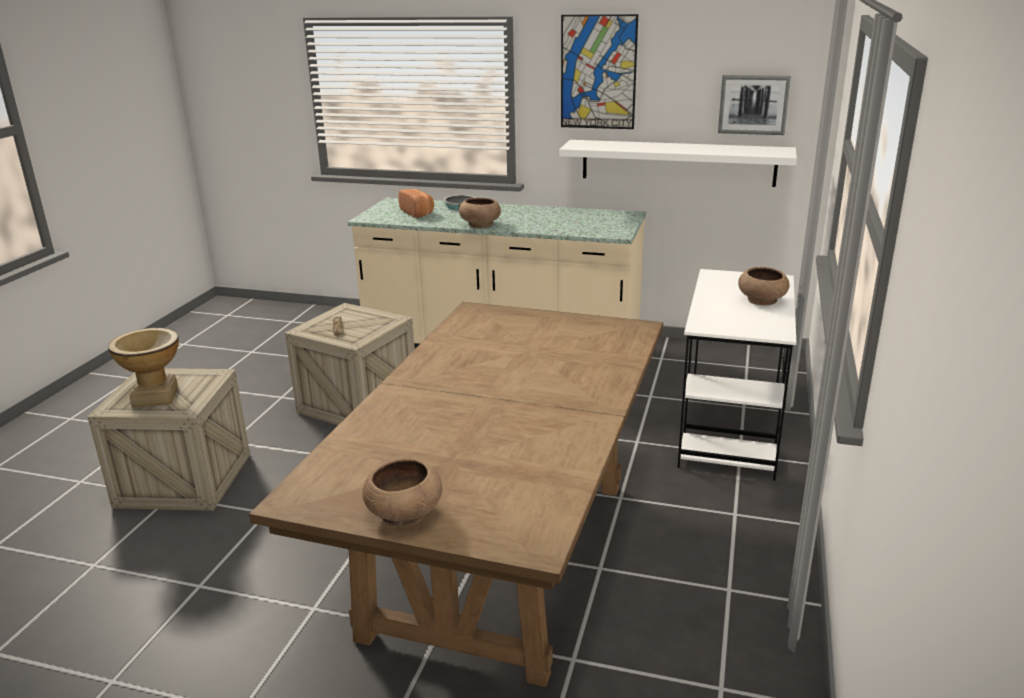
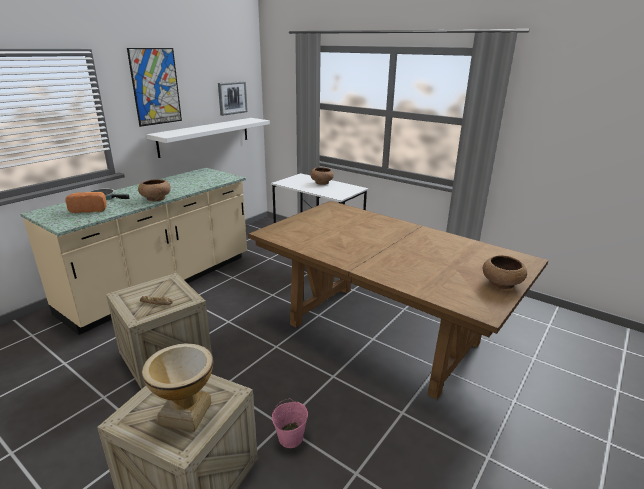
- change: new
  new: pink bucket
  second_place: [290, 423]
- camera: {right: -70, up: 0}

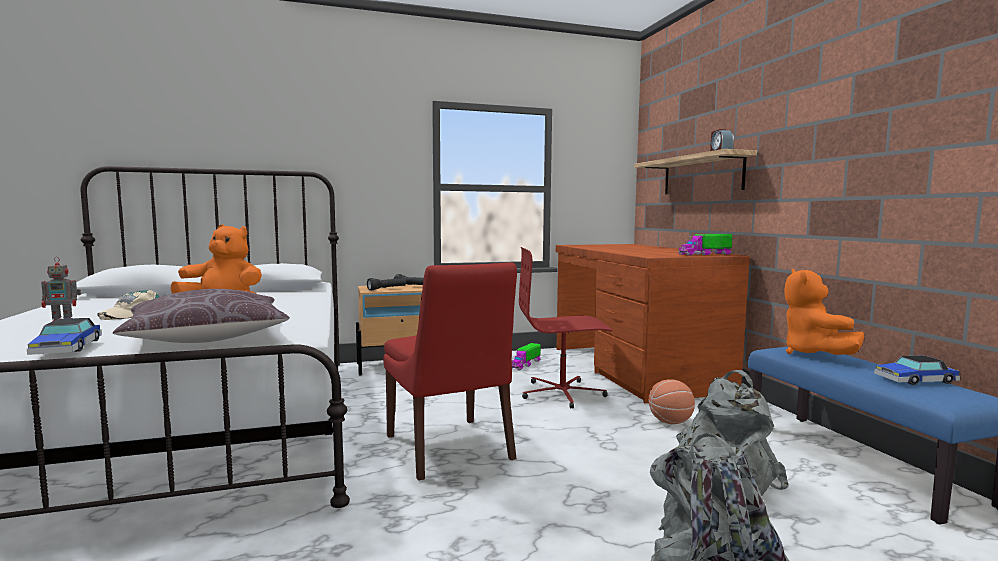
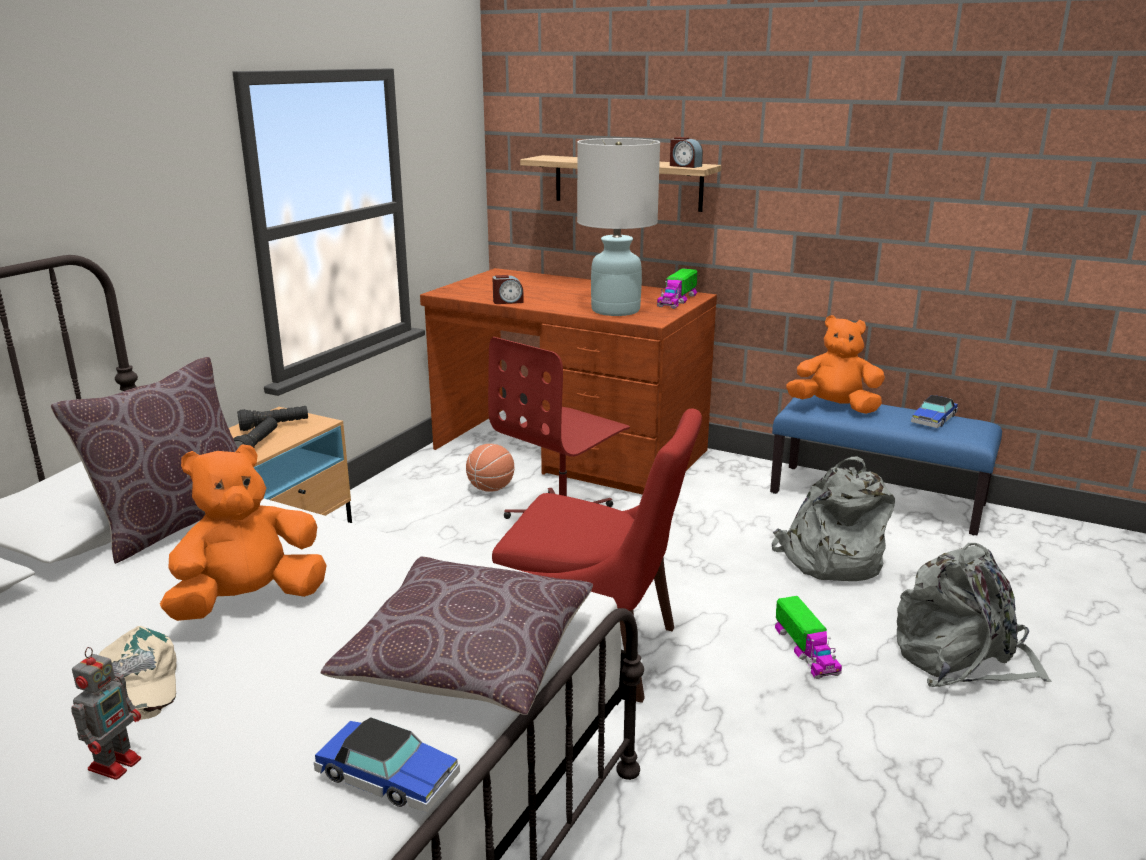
- change: shifted
  old: toy truck
  first_place: [526, 357]
  second_place: [808, 637]
- change: shifted
  old: basketball
  first_place: [672, 401]
  second_place: [490, 468]
- change: rotated
  old: orange plush toy
  first_place: [824, 312]
  second_place: [835, 364]
  degrees: 150
- change: new
  new: brown pillow
  second_place: [144, 460]
- change: new
  new: alarm clock
  second_place: [508, 289]
- change: new
  new: white table lamp
  second_place: [618, 227]
- camera: {right: -45, up: 15}

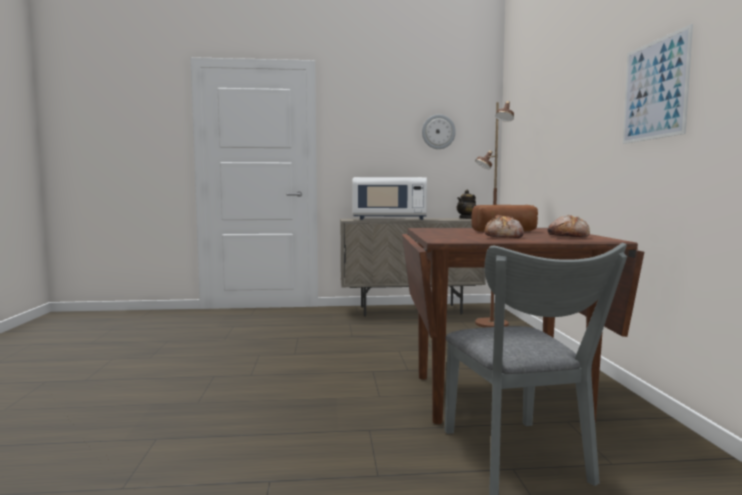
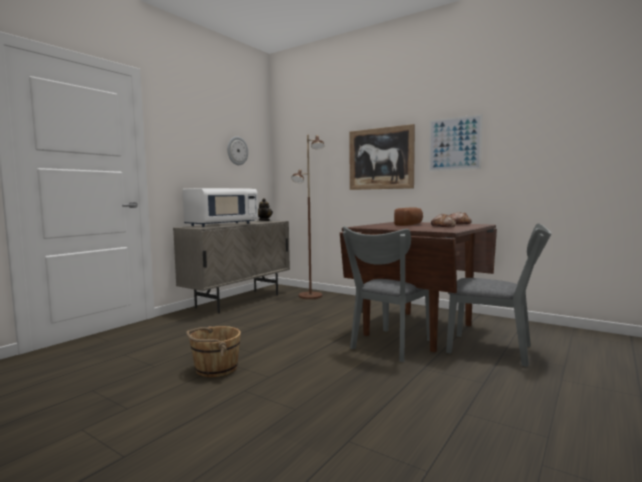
- change: new
  new: brown bucket
  second_place: [213, 351]
- change: new
  new: grey chair
  second_place: [386, 294]
- change: new
  new: picture
  second_place: [382, 157]
- camera: {right: -50, up: 0}

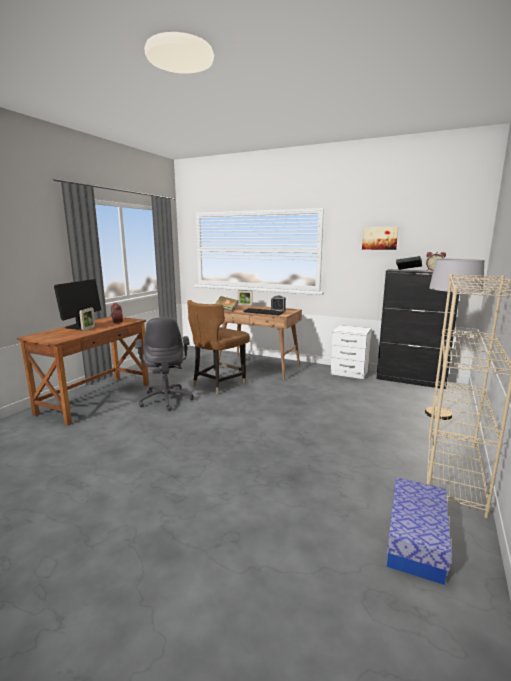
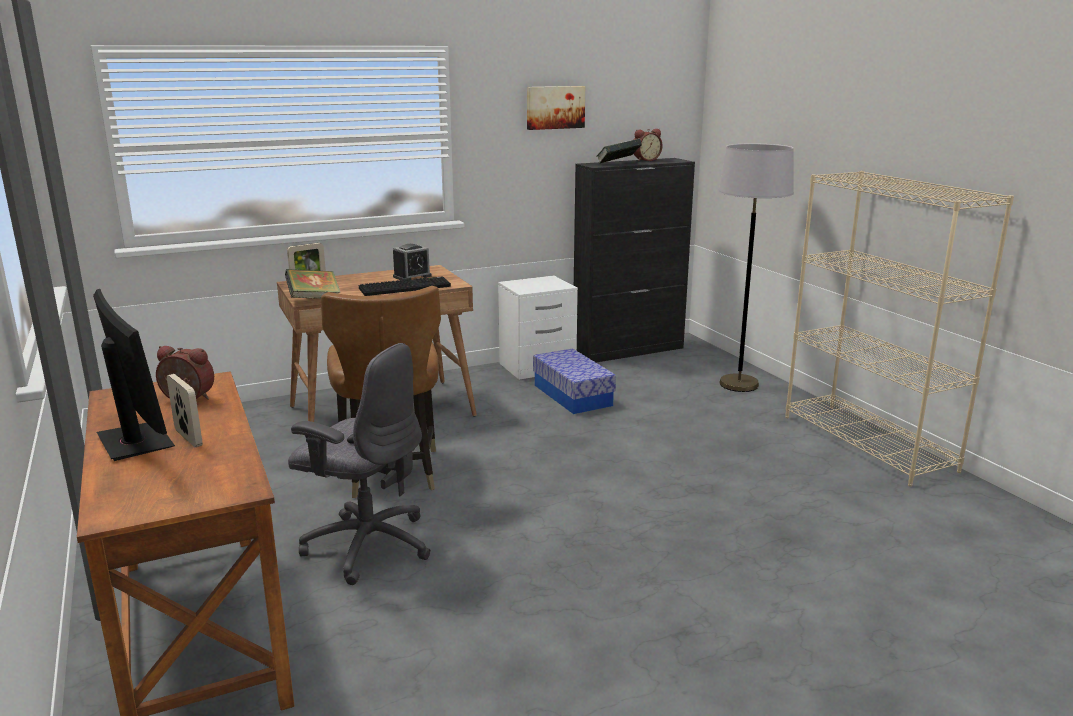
- change: shifted
  old: storage box
  first_place: [419, 531]
  second_place: [574, 381]
- camera: {right: -50, up: 5}

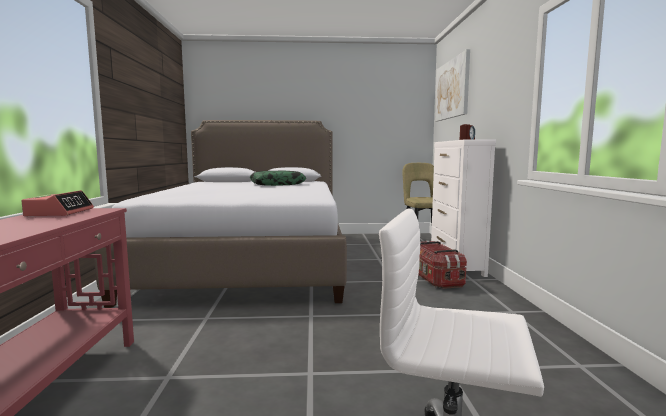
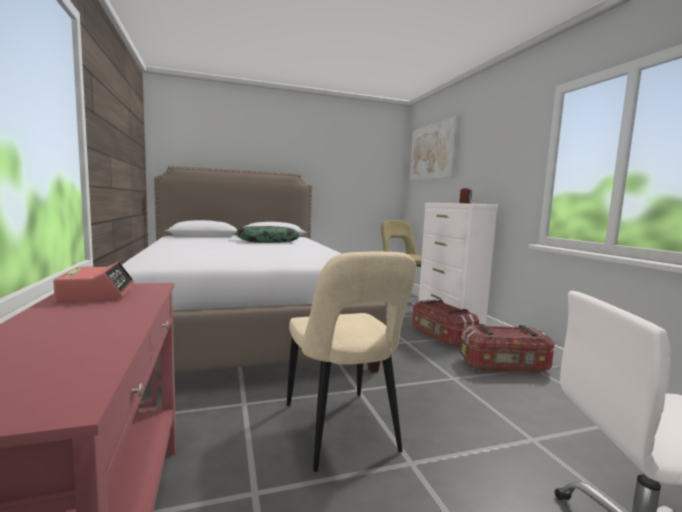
- change: new
  new: beige chair
  second_place: [352, 362]
- change: new
  new: storage box
  second_place: [507, 348]
- camera: {right: -15, up: 0}

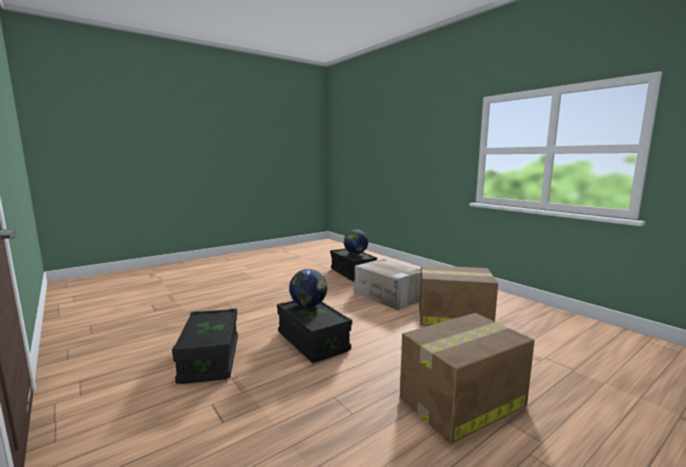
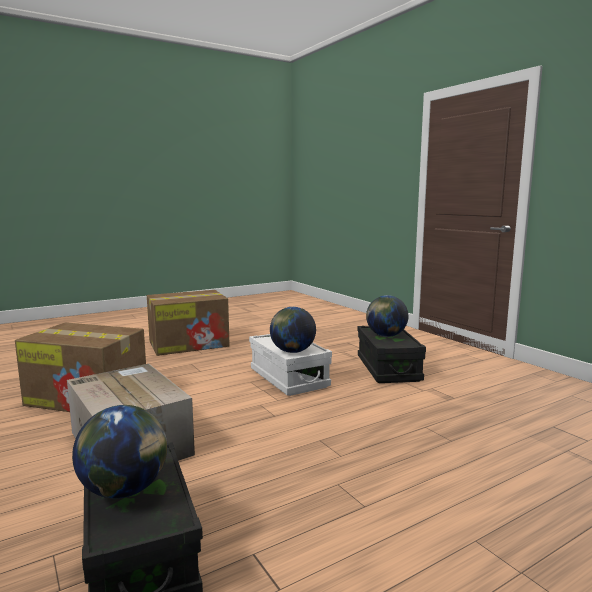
- change: repainted
  old: black storage box
  new: white storage box
  first_place: [314, 332]
  second_place: [290, 365]
- change: new
  new: globe
  second_place: [387, 316]
- camera: {right: -175, up: 0}

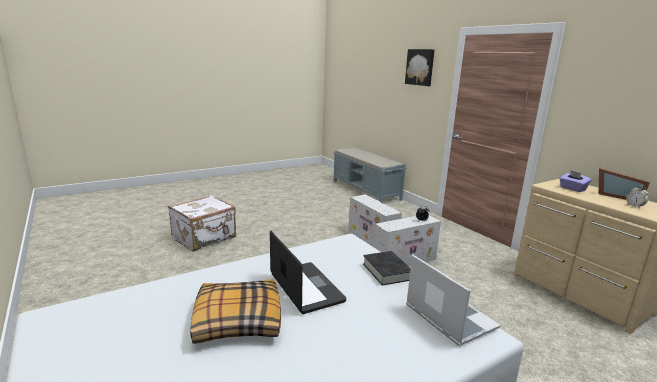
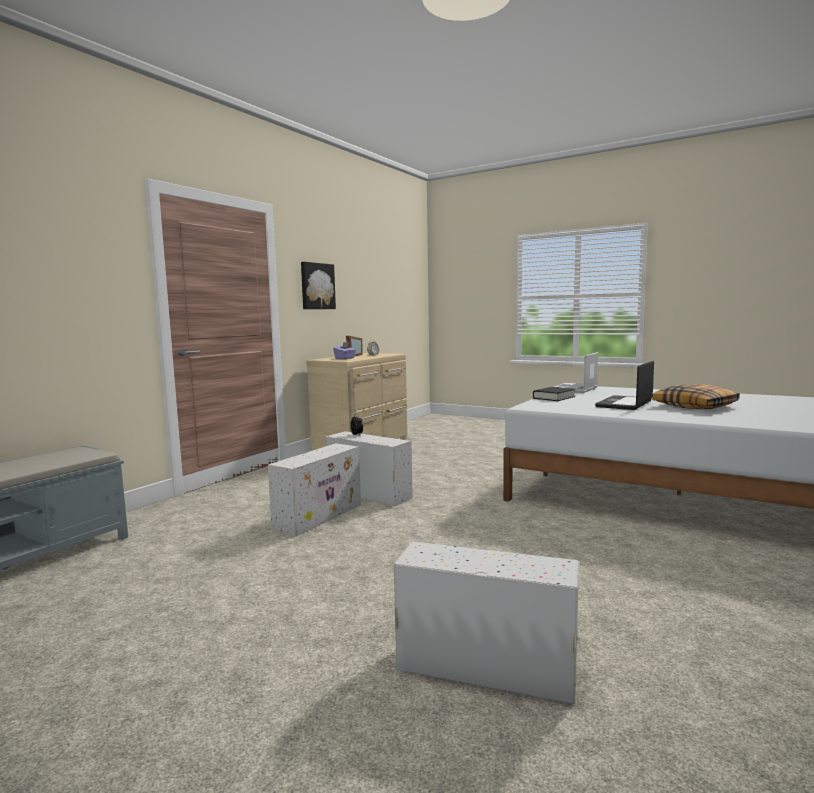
- change: swapped
  old: white suitcase
  new: white storage box
  first_place: [202, 223]
  second_place: [486, 622]
- change: shifted
  old: picture
  first_place: [420, 67]
  second_place: [318, 285]
- camera: {right: -115, up: -10}

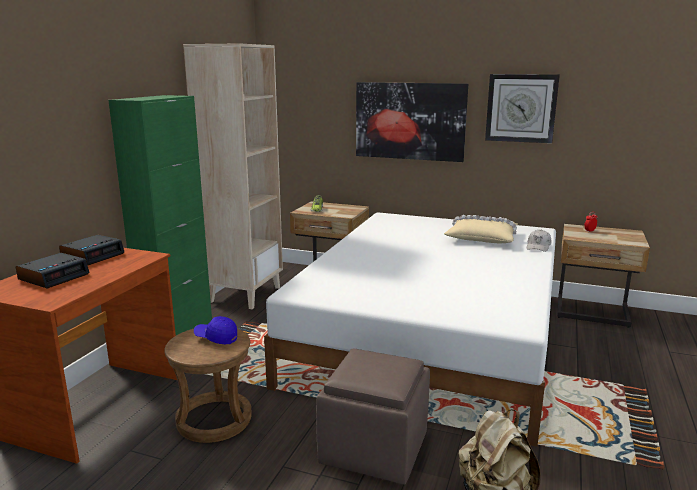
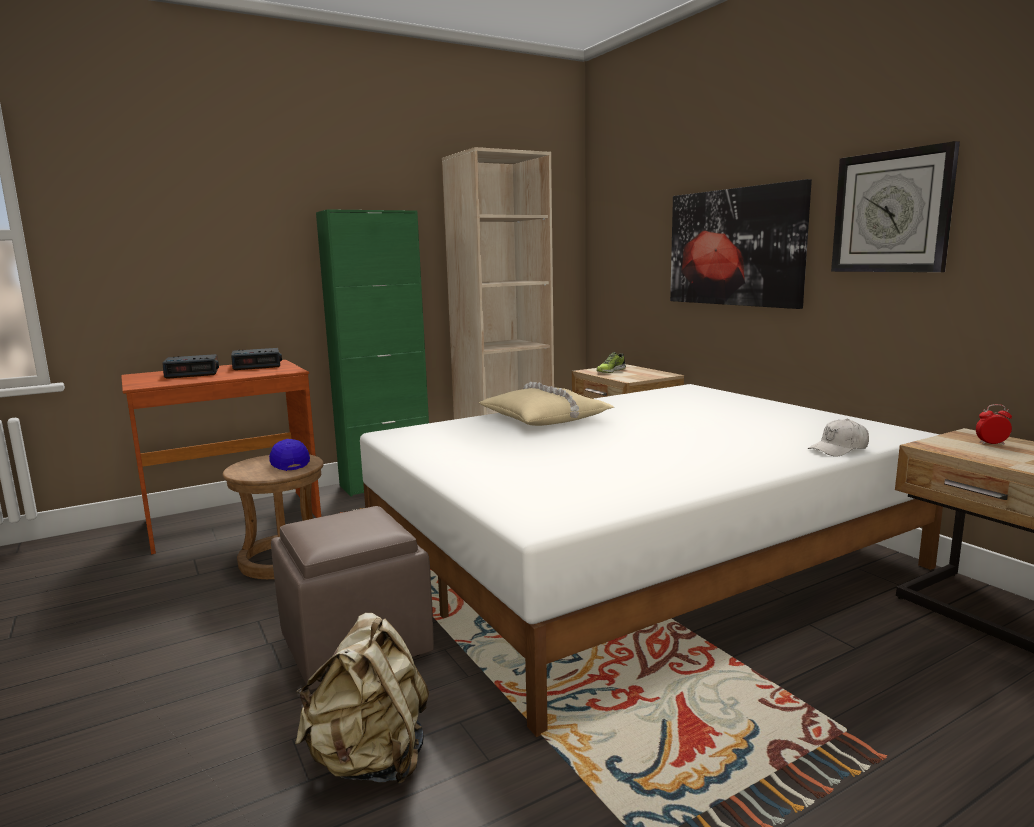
- change: shifted
  old: beige pillow
  first_place: [481, 229]
  second_place: [547, 404]
- camera: {right: 40, up: -5}

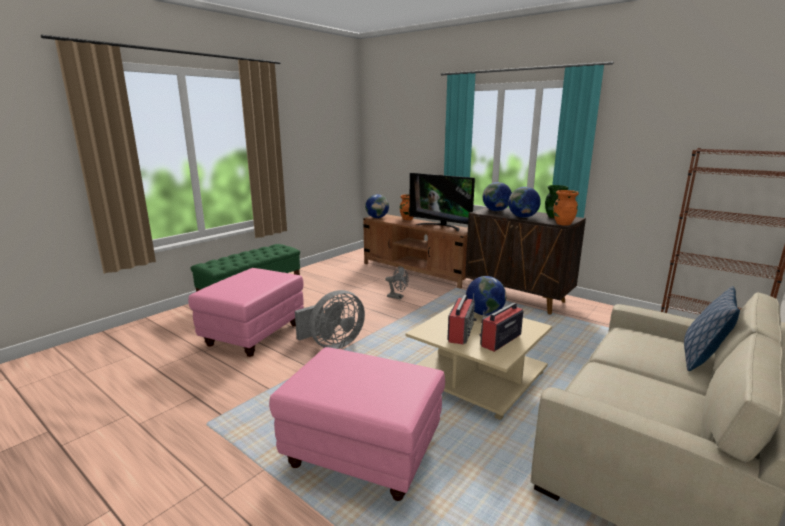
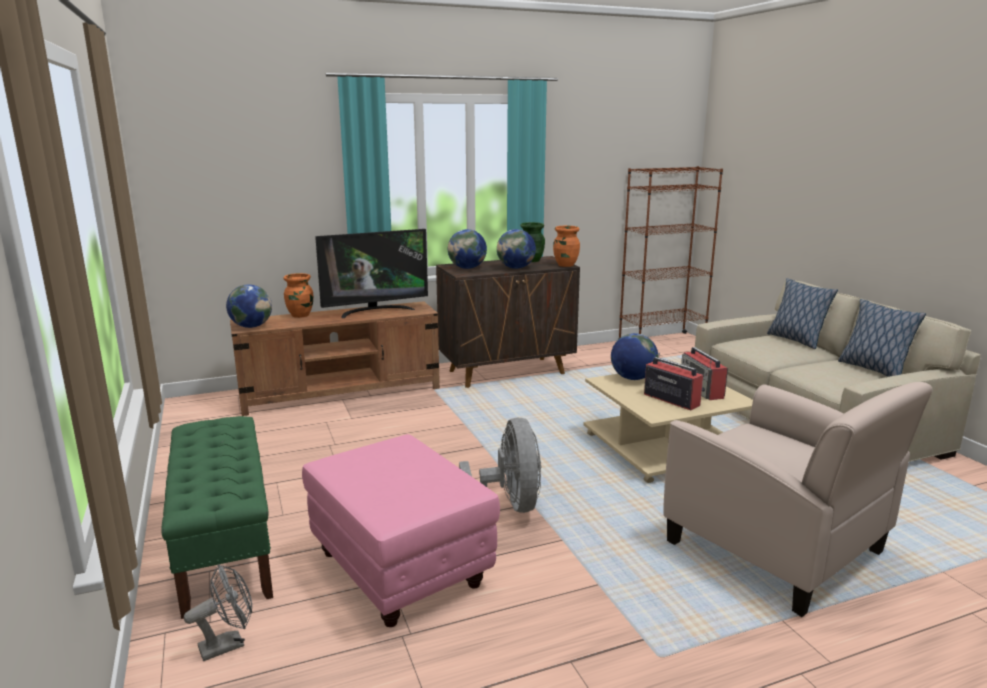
- change: swapped
  old: pink ottoman
  new: beige armchair
  first_place: [357, 424]
  second_place: [798, 499]
- change: shifted
  old: grey fan
  first_place: [397, 282]
  second_place: [218, 612]
- change: new
  new: pillow
  second_place: [882, 338]
- camera: {right: -60, up: 0}

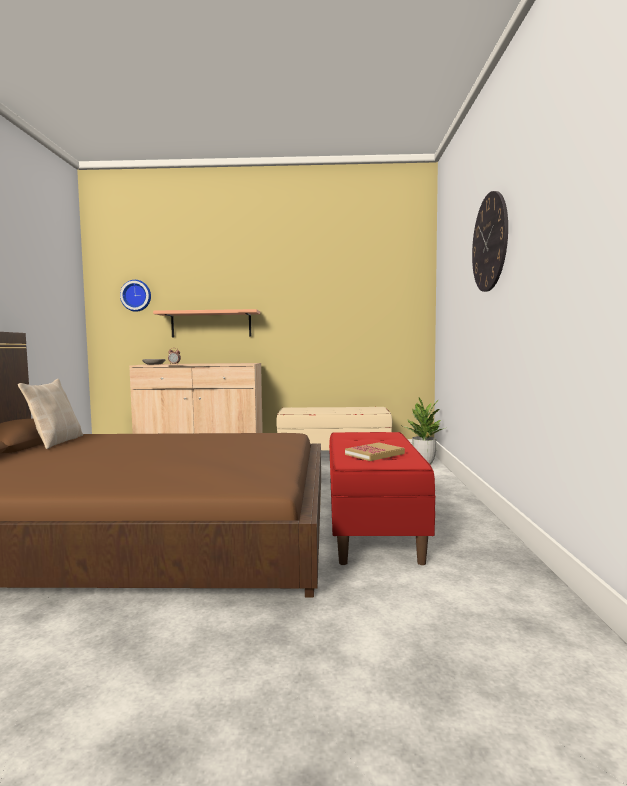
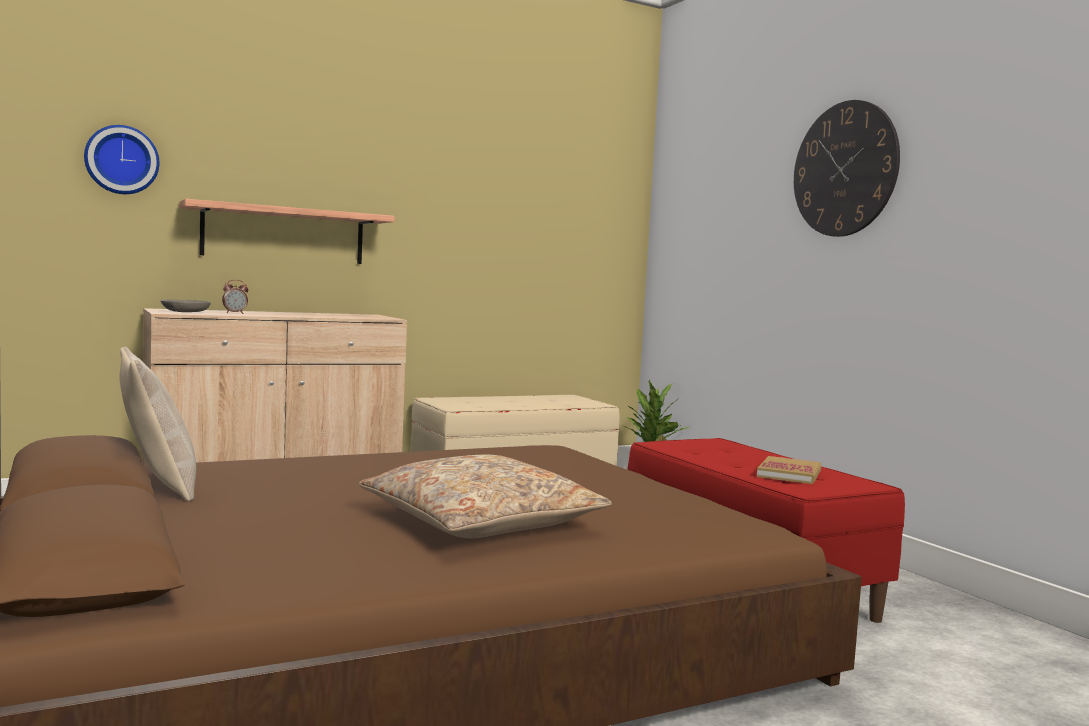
- change: new
  new: beige pillow
  second_place: [485, 496]
- camera: {right: -30, up: 0}

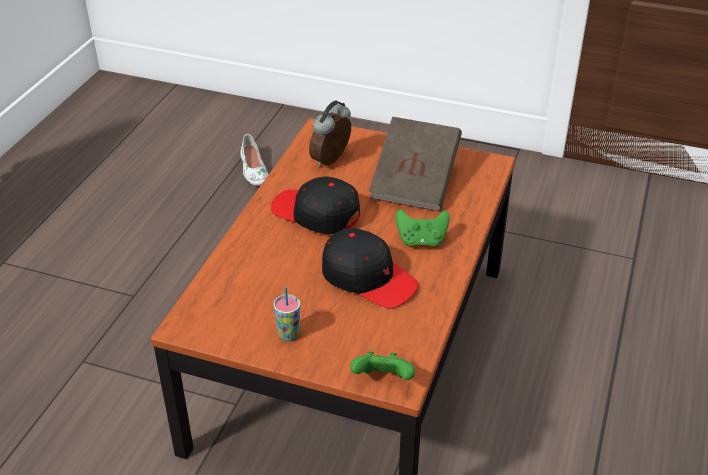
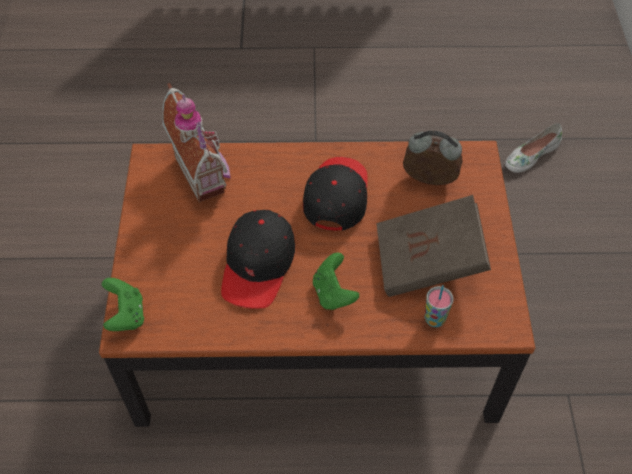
- change: shifted
  old: cup
  first_place: [286, 314]
  second_place: [439, 306]
- change: new
  new: toy house
  second_place: [196, 142]
- camera: {right: 70, up: 15}

